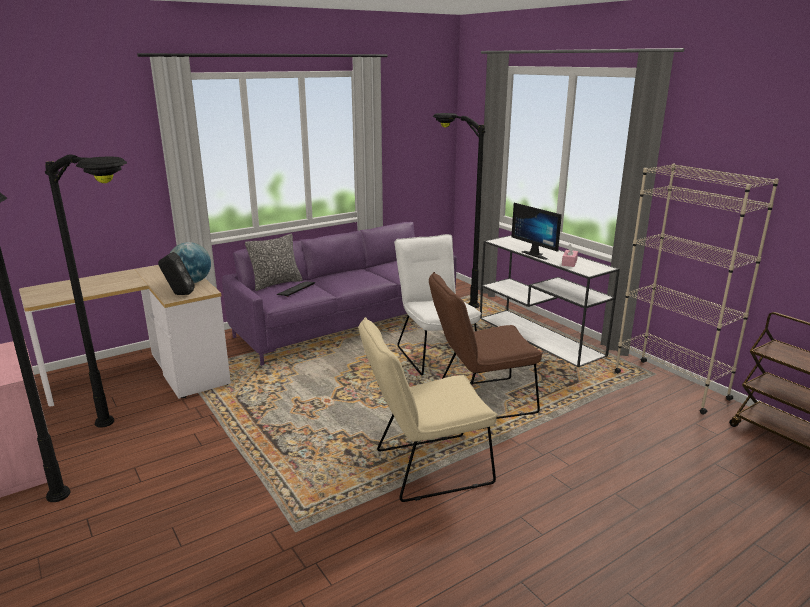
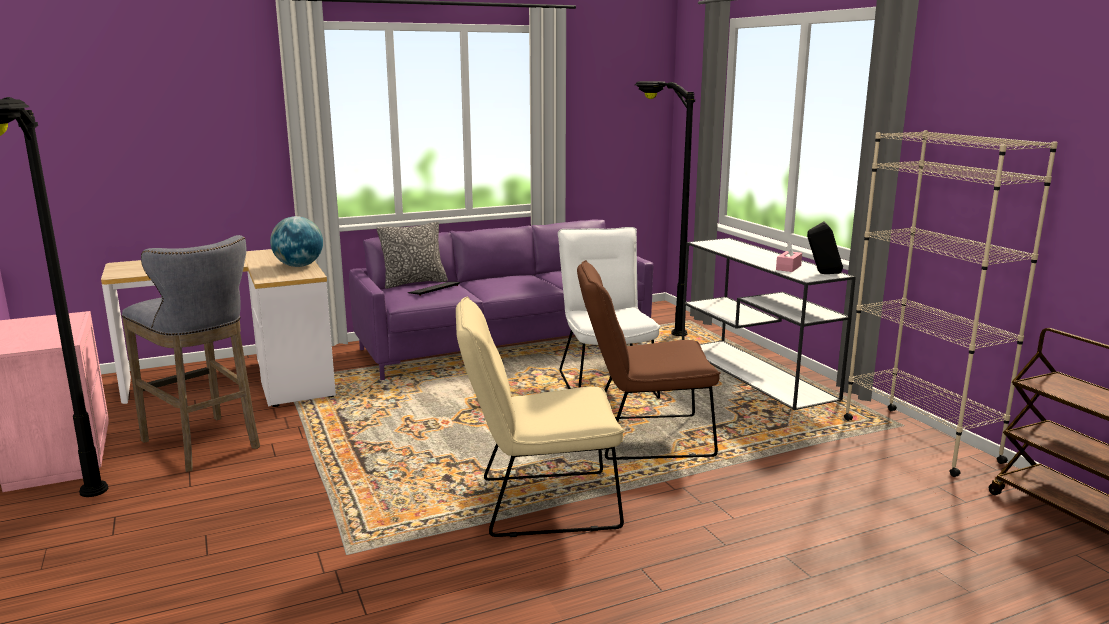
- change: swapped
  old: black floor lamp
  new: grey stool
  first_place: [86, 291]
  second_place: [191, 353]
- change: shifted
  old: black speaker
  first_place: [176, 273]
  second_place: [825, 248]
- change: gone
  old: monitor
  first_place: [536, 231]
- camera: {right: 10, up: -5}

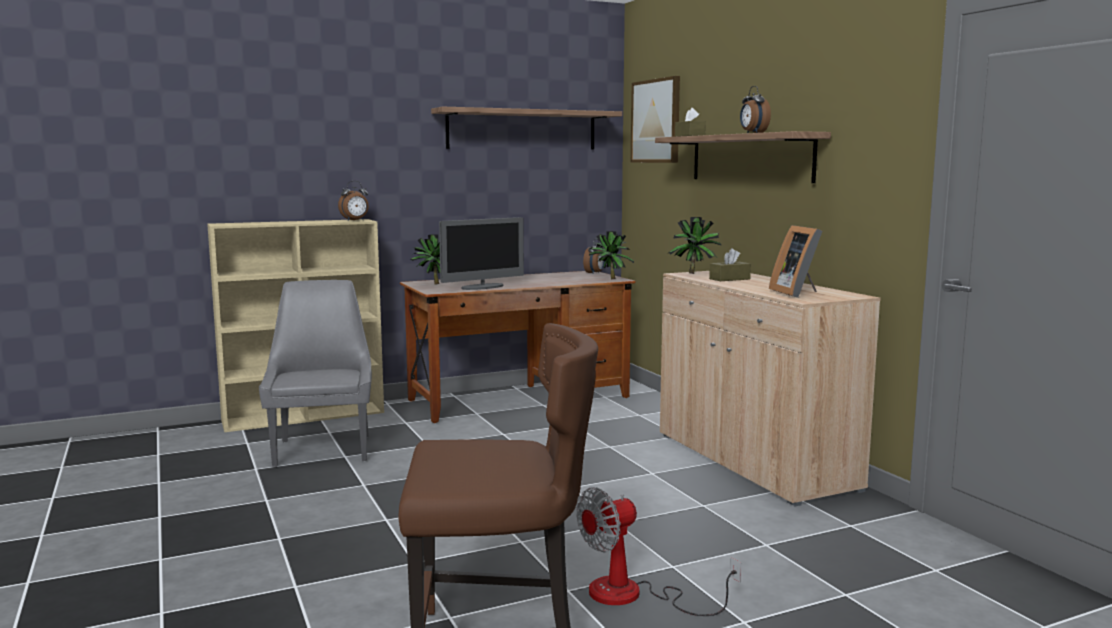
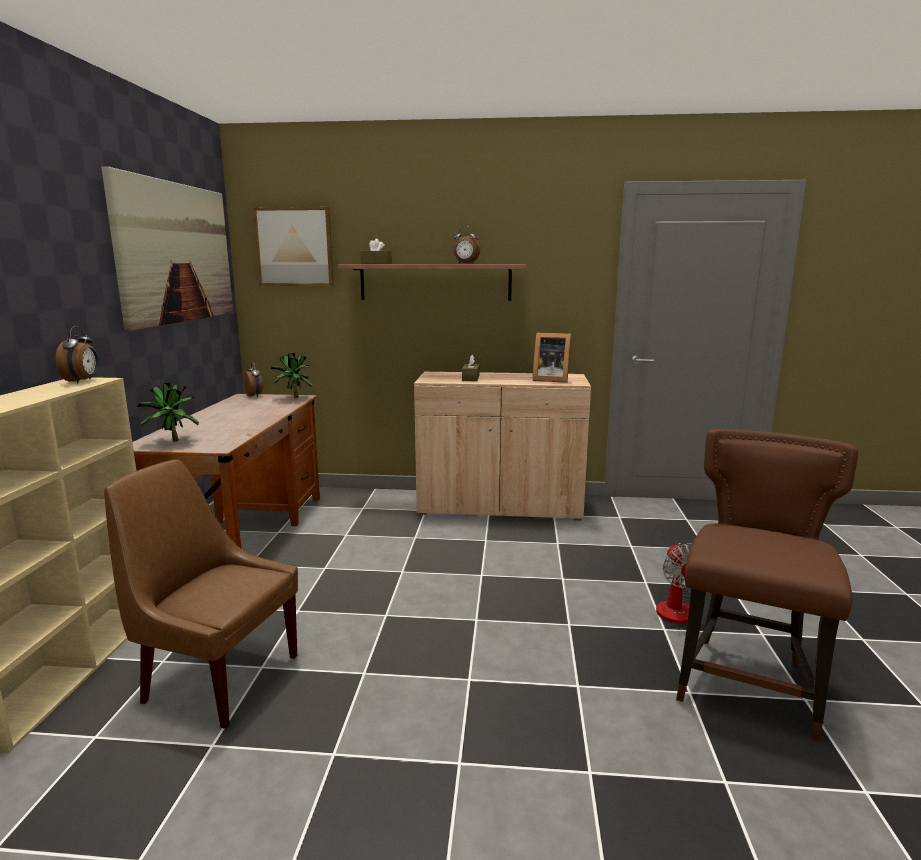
- change: repainted
  old: grey chair
  new: brown chair
  first_place: [315, 373]
  second_place: [201, 594]
- change: swapped
  old: shelf
  new: picture
  first_place: [526, 128]
  second_place: [167, 249]
- change: gone
  old: monitor
  first_place: [481, 253]
- change: gone
  old: potted plant
  first_place: [695, 245]
- camera: {right: -60, up: 5}

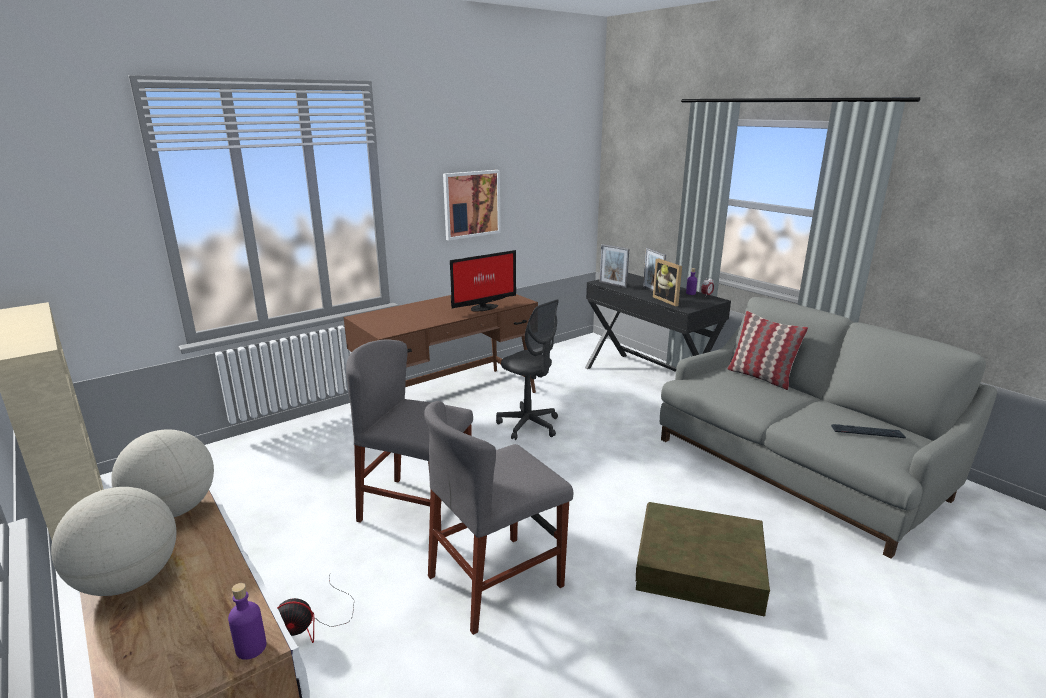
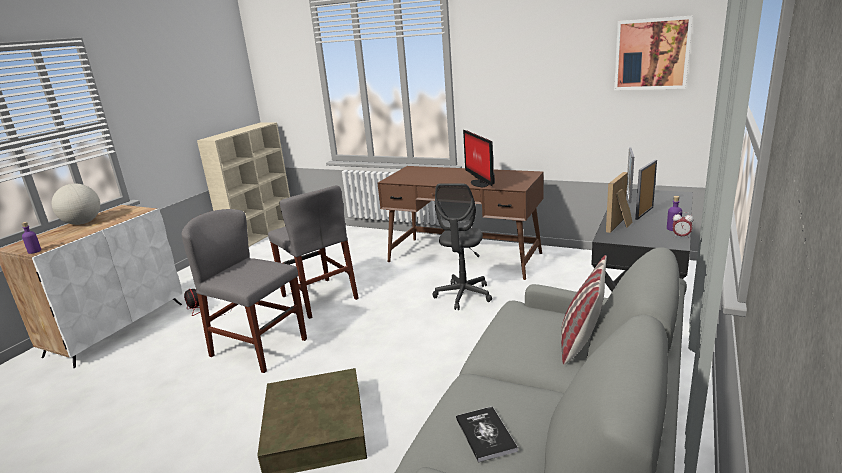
- change: gone
  old: globe
  first_place: [162, 473]
- change: rotated
  old: grey chair
  first_place: [409, 435]
  second_place: [313, 252]
  degrees: 150
- change: shifted
  old: picture
  first_place: [472, 205]
  second_place: [653, 52]
- change: rotated
  old: monitor
  first_place: [483, 280]
  second_place: [479, 158]
  degrees: 45
- change: swapped
  old: keyboard
  new: book
  first_place: [868, 431]
  second_place: [487, 434]
- camera: {right: 65, up: 0}

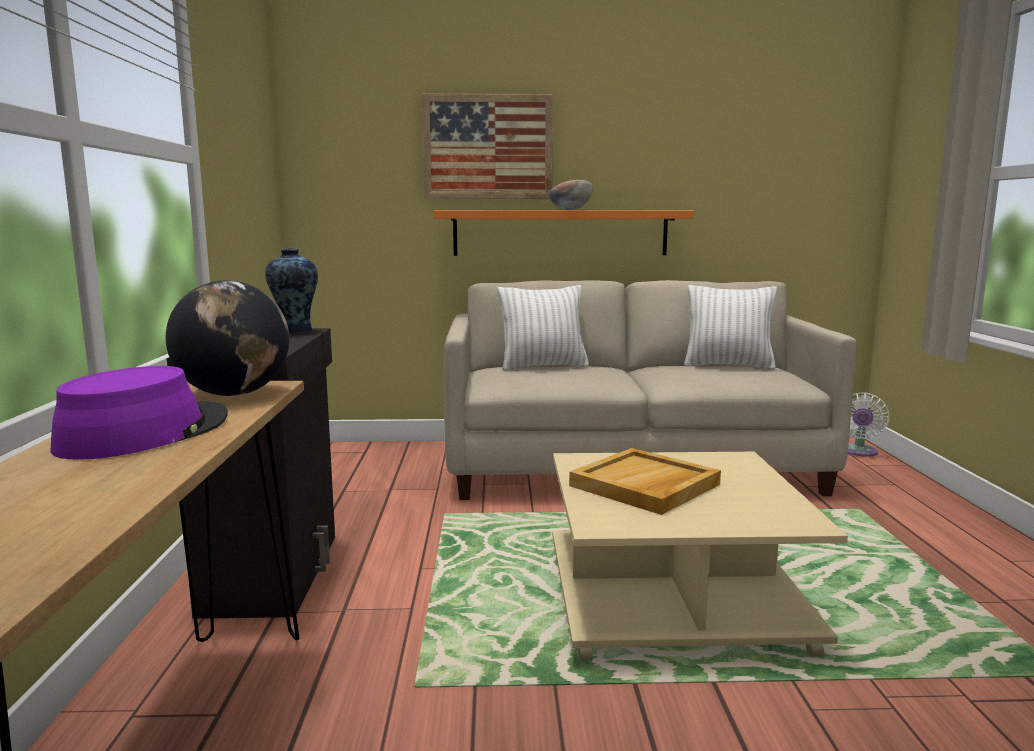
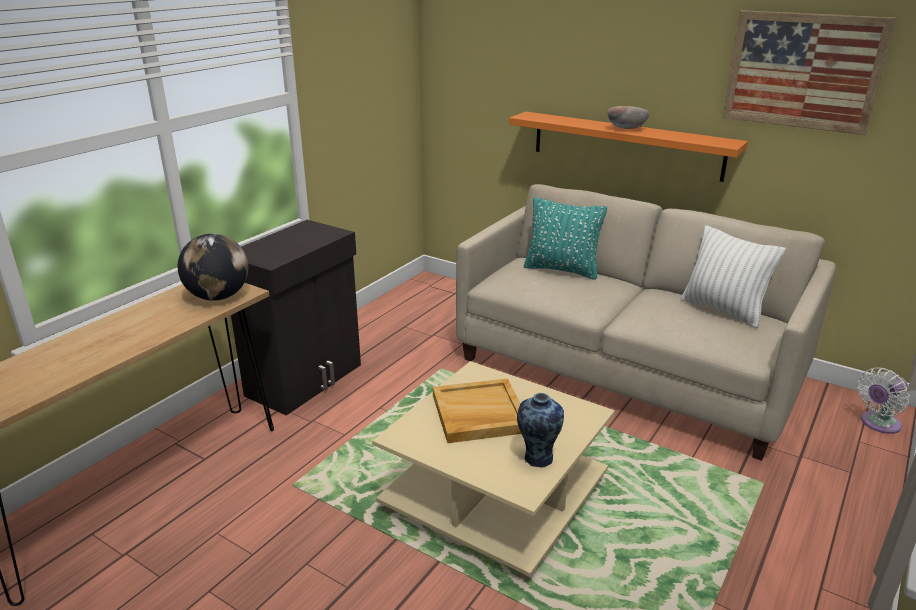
- change: gone
  old: purple hat
  first_place: [139, 413]
- change: shifted
  old: vase
  first_place: [291, 291]
  second_place: [540, 430]
- change: shifted
  old: picture
  first_place: [487, 146]
  second_place: [809, 72]
- change: repainted
  old: white pillow
  new: turquoise pillow
  first_place: [543, 328]
  second_place: [565, 238]
- camera: {right: 35, up: 15}

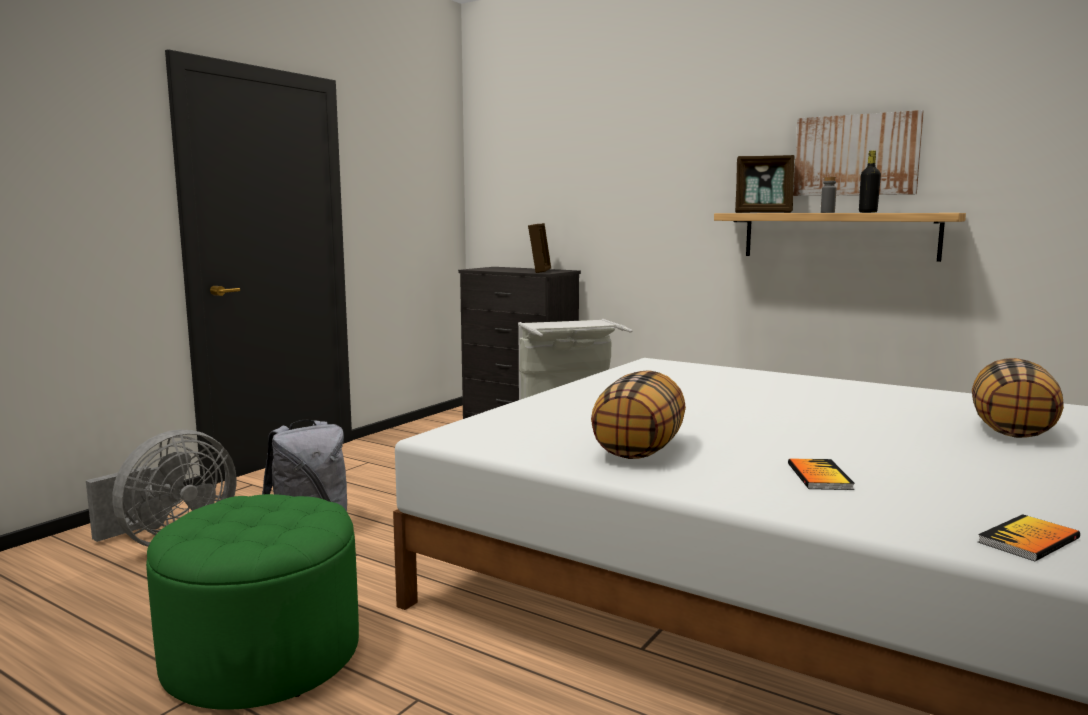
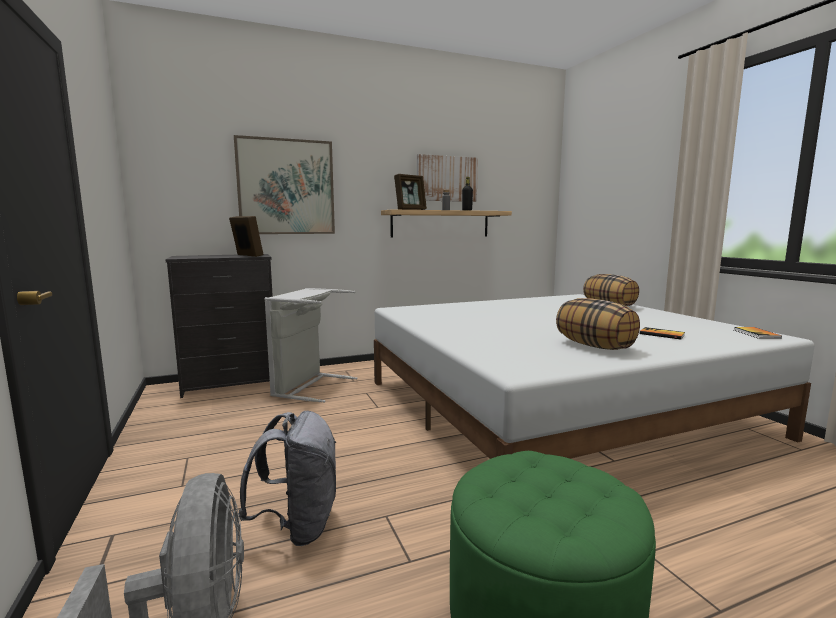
- change: new
  new: picture
  second_place: [284, 184]
- camera: {right: -55, up: 0}

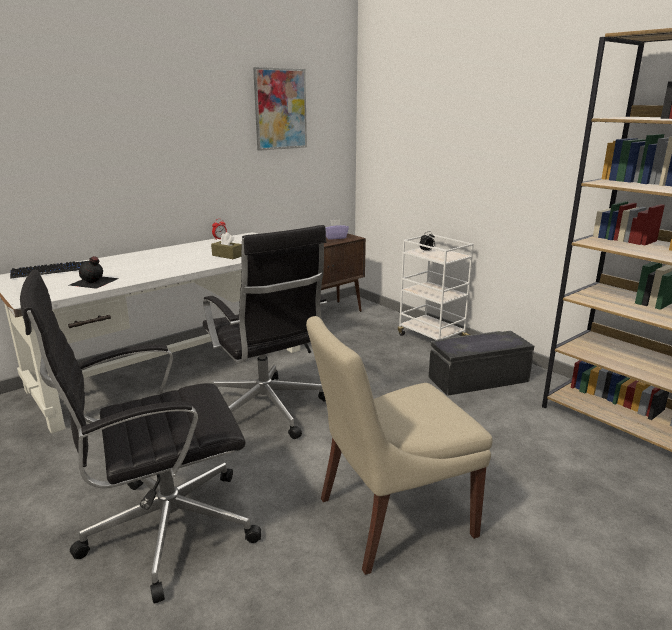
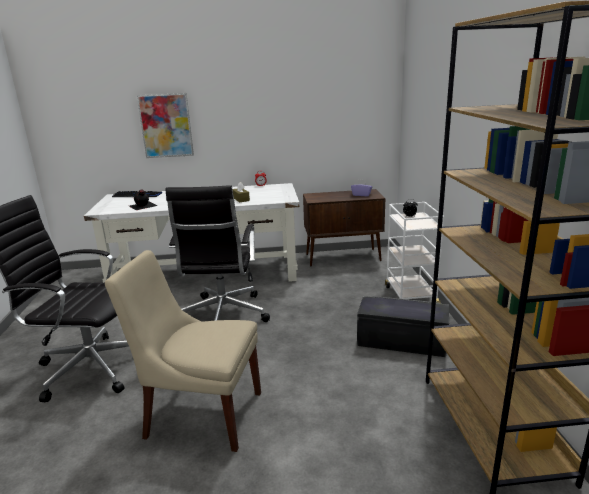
- change: shifted
  old: picture
  first_place: [280, 109]
  second_place: [165, 125]
- camera: {right: 35, up: 0}

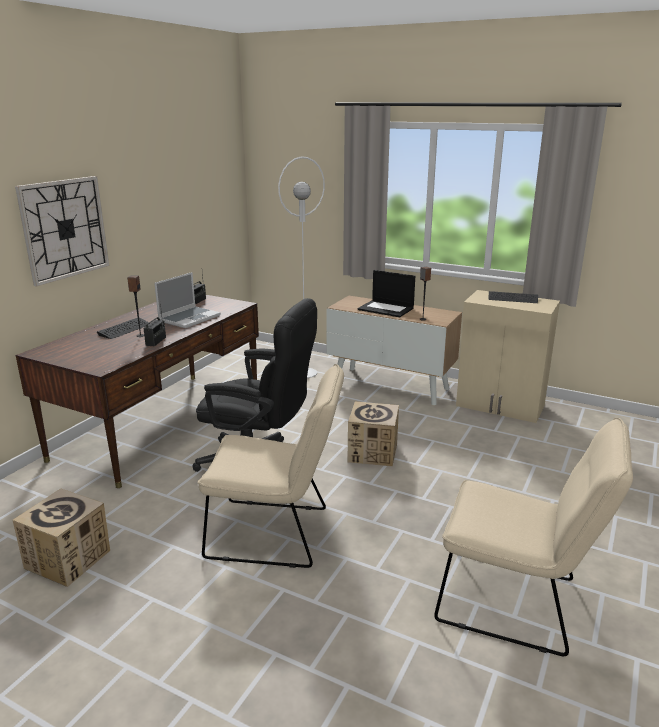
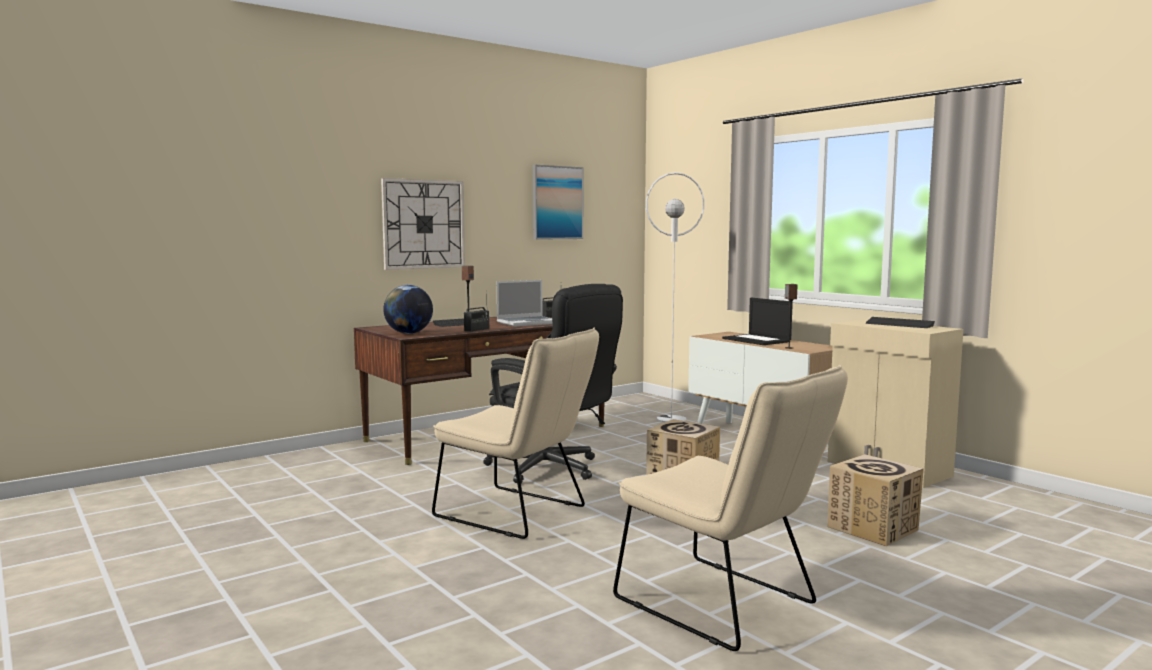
- change: shifted
  old: cardboard box
  first_place: [61, 538]
  second_place: [875, 500]
- change: new
  new: globe
  second_place: [408, 309]
- change: new
  new: picture
  second_place: [558, 202]
- camera: {right: 25, up: -15}

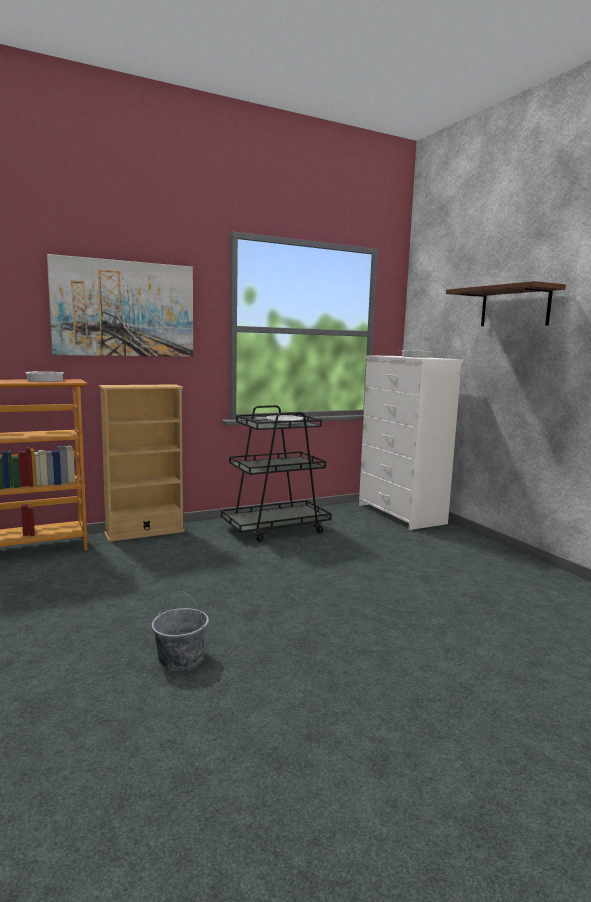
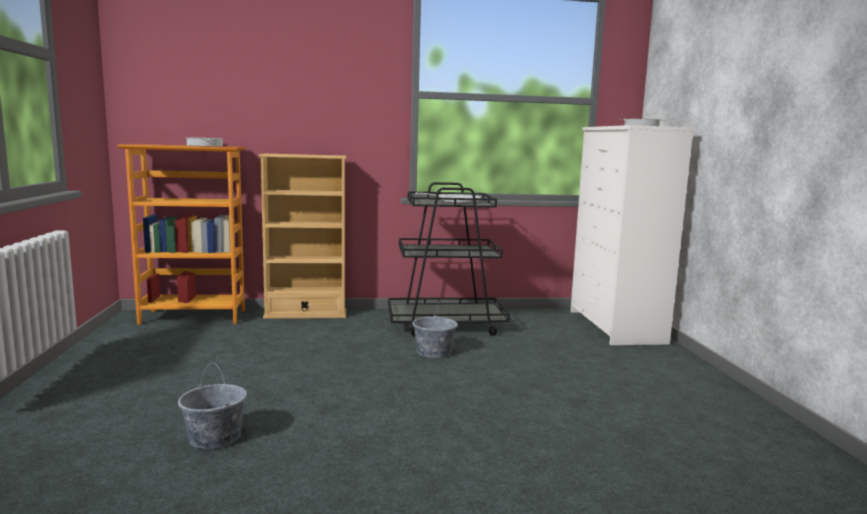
- change: gone
  old: picture
  first_place: [120, 305]
- change: gone
  old: brown shelf
  first_place: [506, 303]
- change: new
  new: grey bucket
  second_place: [435, 329]
- camera: {right: 20, up: 0}

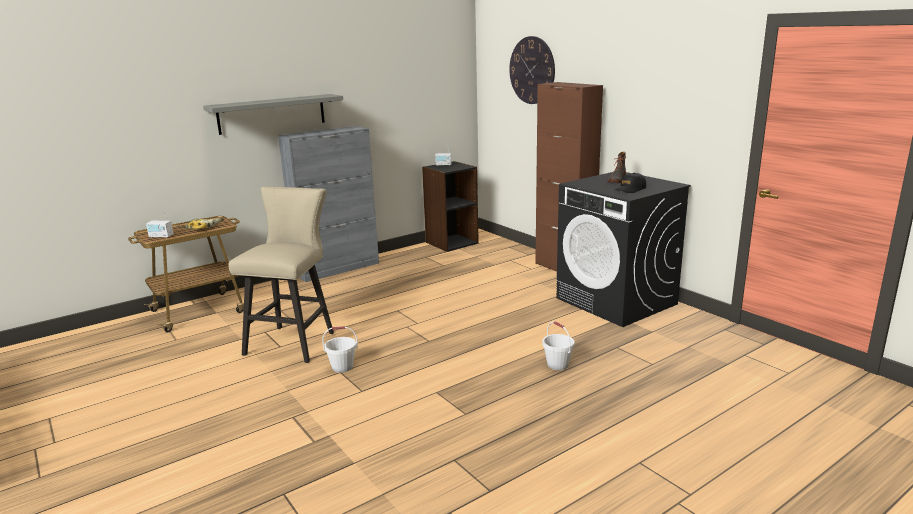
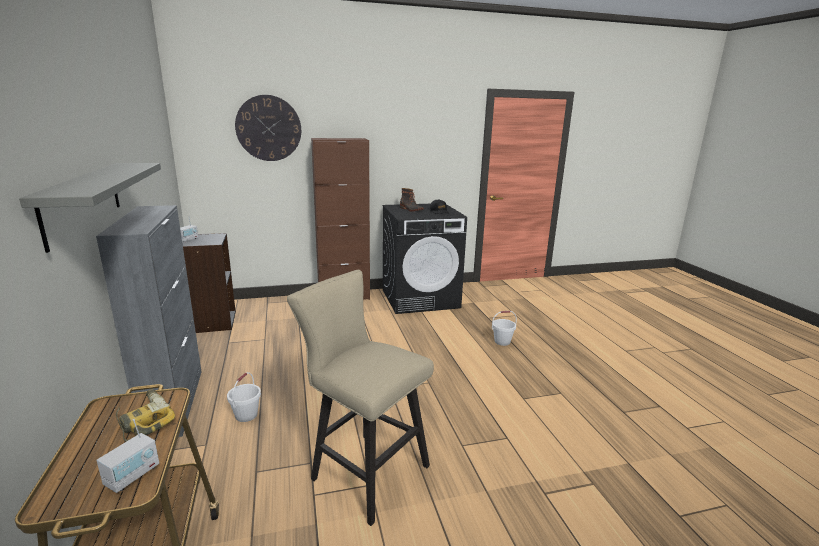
- change: shifted
  old: white bucket
  first_place: [340, 349]
  second_place: [244, 397]
- camera: {right: -70, up: 0}

